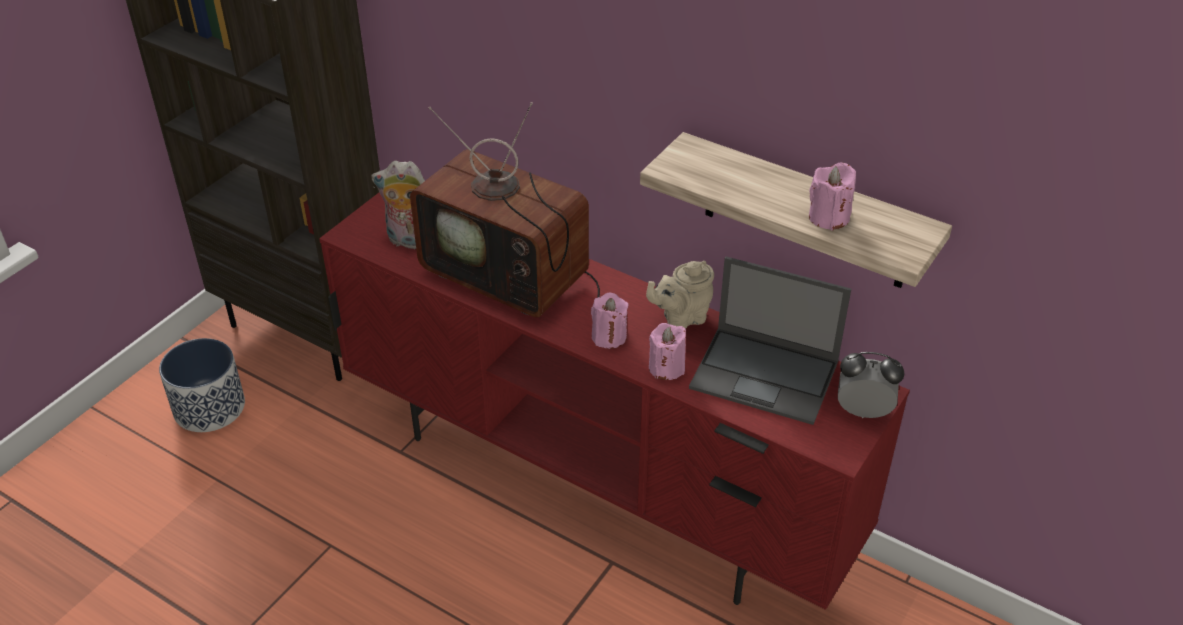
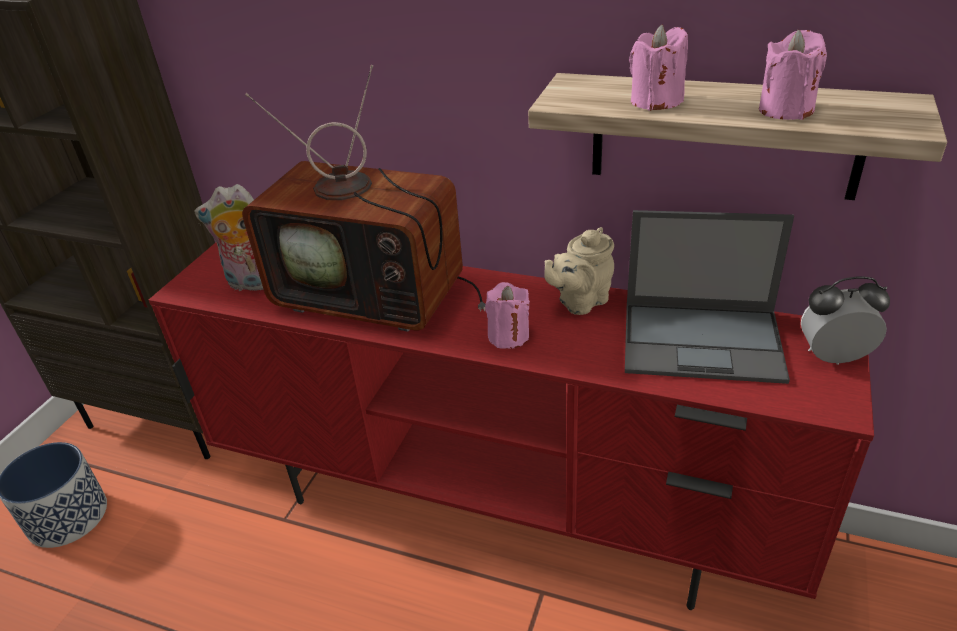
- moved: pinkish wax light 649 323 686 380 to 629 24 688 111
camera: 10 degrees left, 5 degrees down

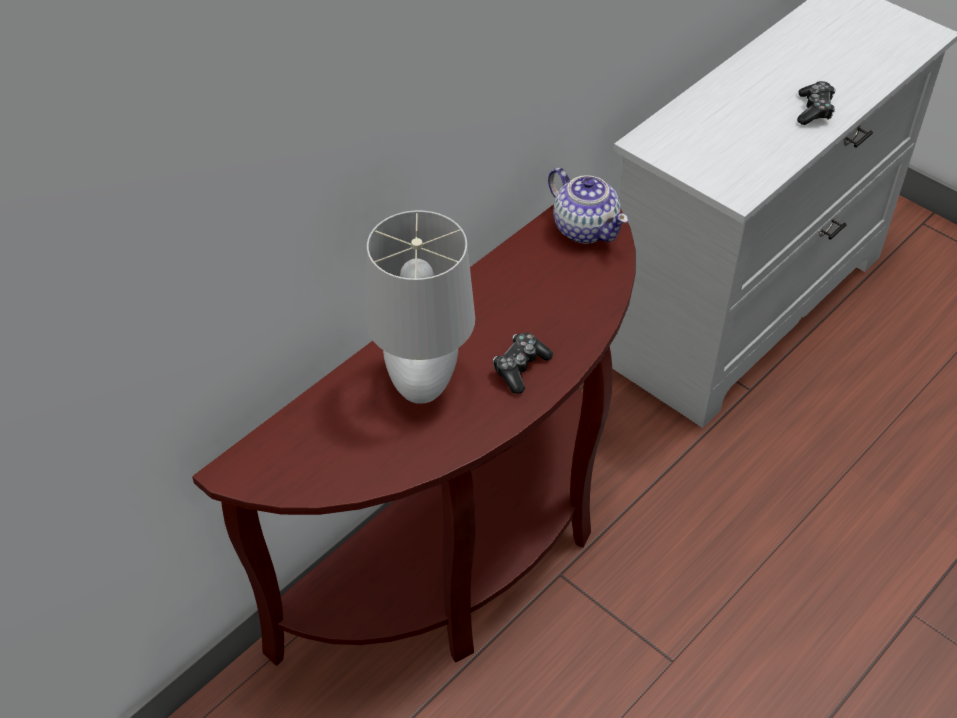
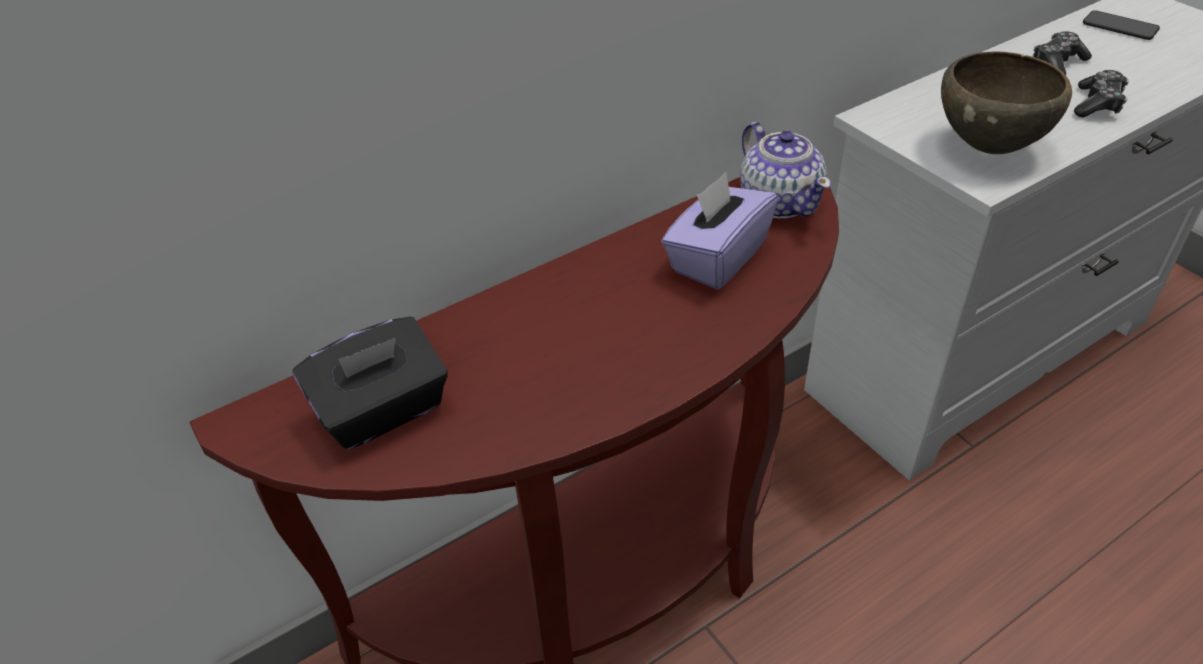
- added: black-coloured box of tissues 292 317 448 449
- added: purplish box of tissues 661 172 778 290
- added: brown-coloured deep dish 941 51 1072 154
- moved: joypad 493 333 553 394 to 1033 31 1092 75
- added: handset 1083 10 1160 40
- removed: gray lamp for a table 366 210 475 404
camera: 15 degrees right, 5 degrees down

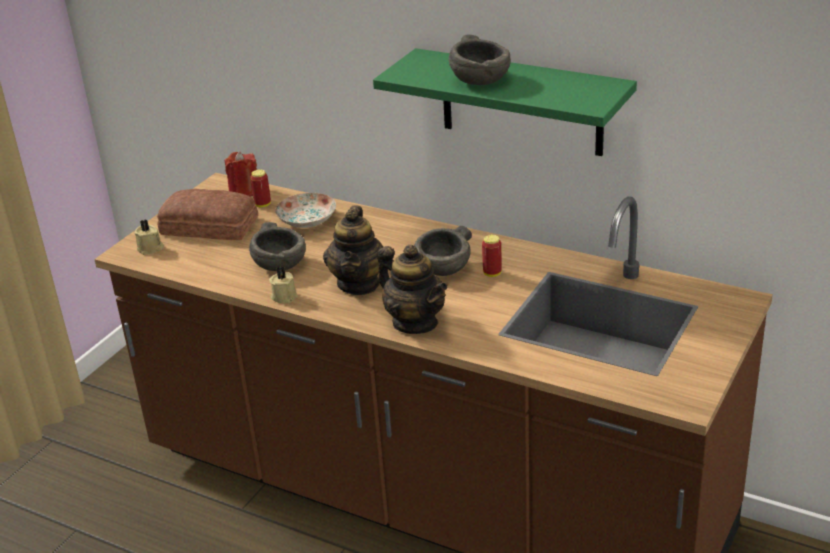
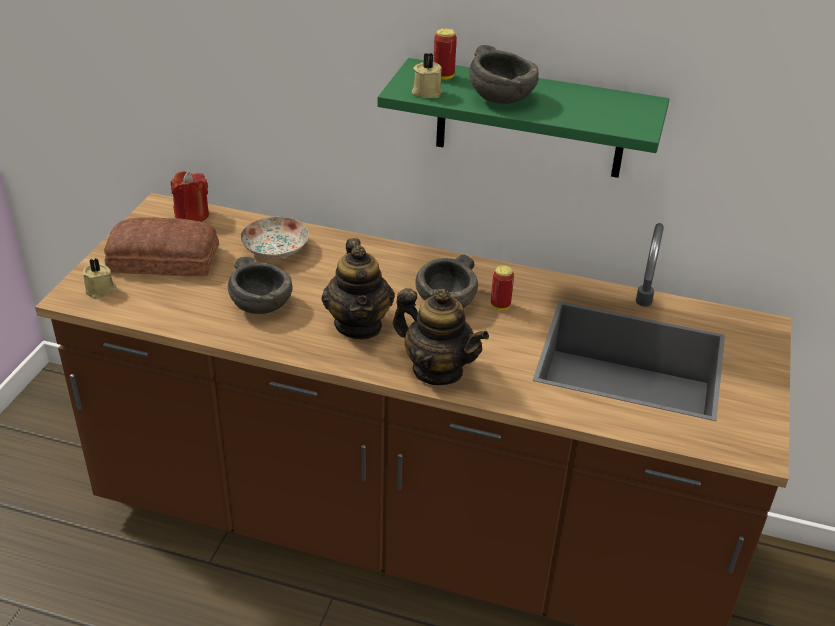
- moved: beige wax light 269 266 298 303 to 412 53 442 98
- moved: sealed can 250 169 271 207 to 433 28 457 80
camera: 15 degrees left, 5 degrees up

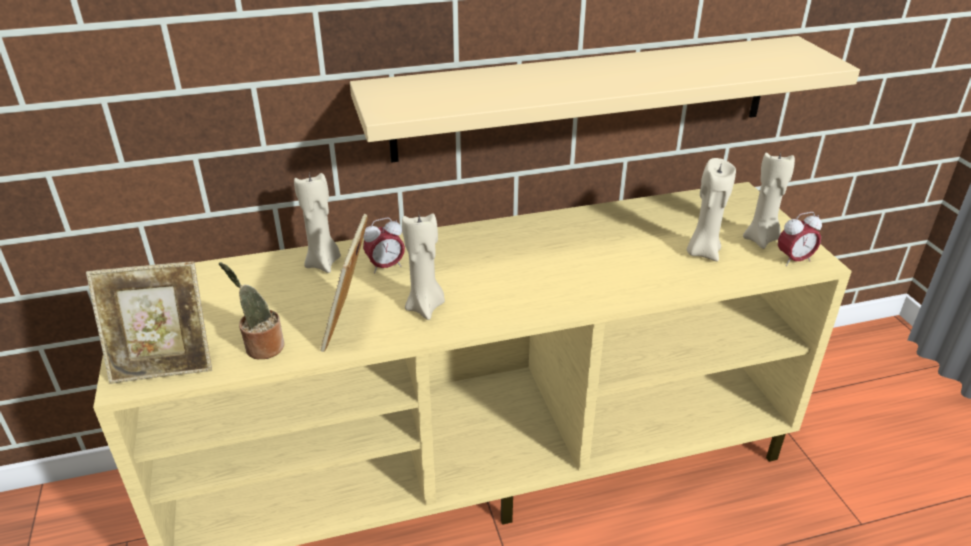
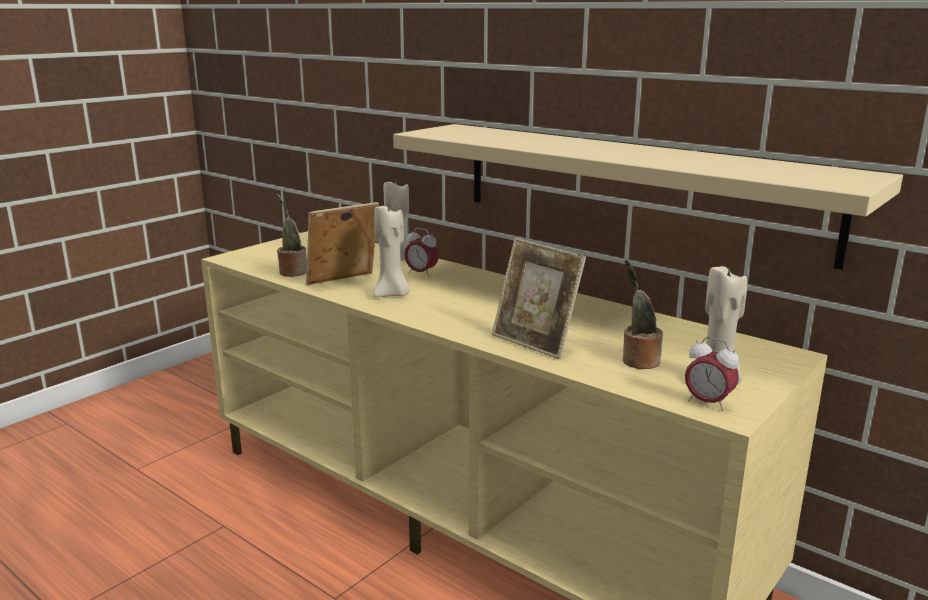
- moved: photo frame 86 261 212 384 to 492 237 586 359
- replaced: beige wax light 687 158 736 261 to plant in a pot 623 259 663 369
camera: 55 degrees right, 15 degrees down

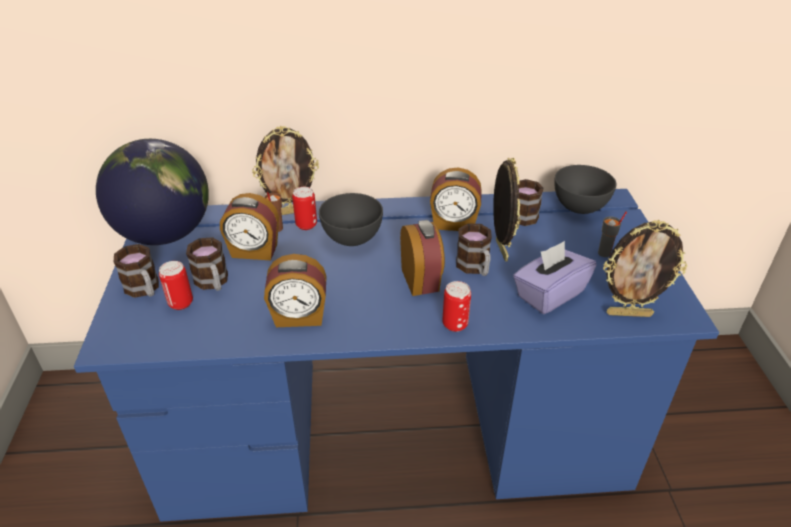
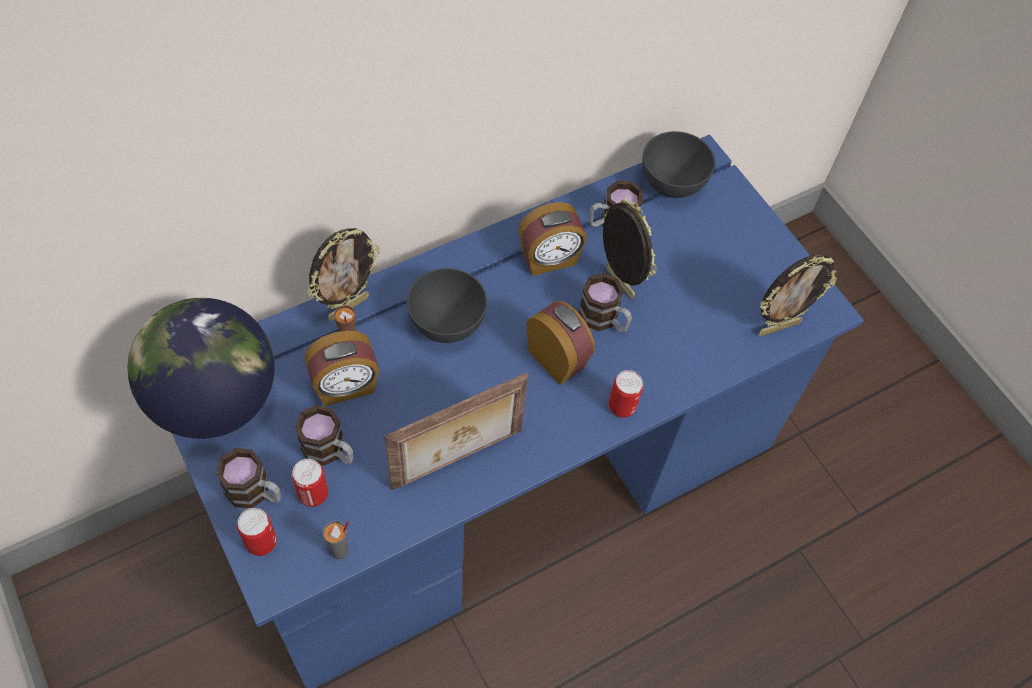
- moved: sealed can 292 187 317 230 to 237 508 277 556
- moved: gray cup 598 211 627 257 to 323 521 349 560
- replaced: table clock 264 254 327 327 to photo frame 384 372 528 490
- removed: purplish box of tissues 513 241 597 314
camera: 30 degrees left, 20 degrees up

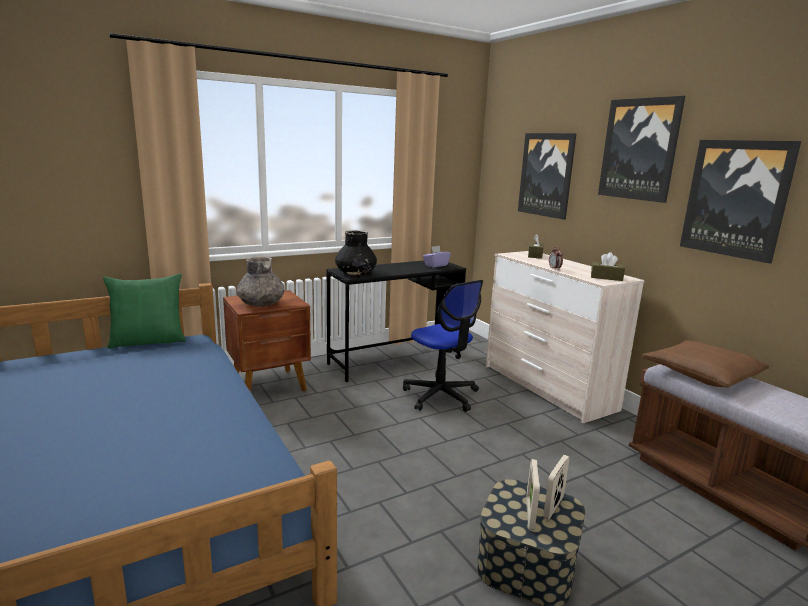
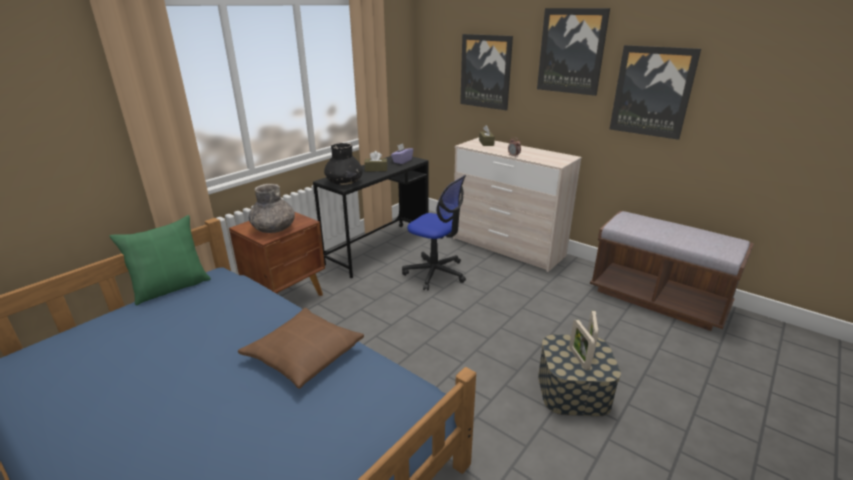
- moved: brown-coloured pillow 642 340 769 388 to 238 308 364 389
- moved: brown-coloured box of tissues 591 252 625 281 to 364 151 388 172
camera: 20 degrees left, 10 degrees up

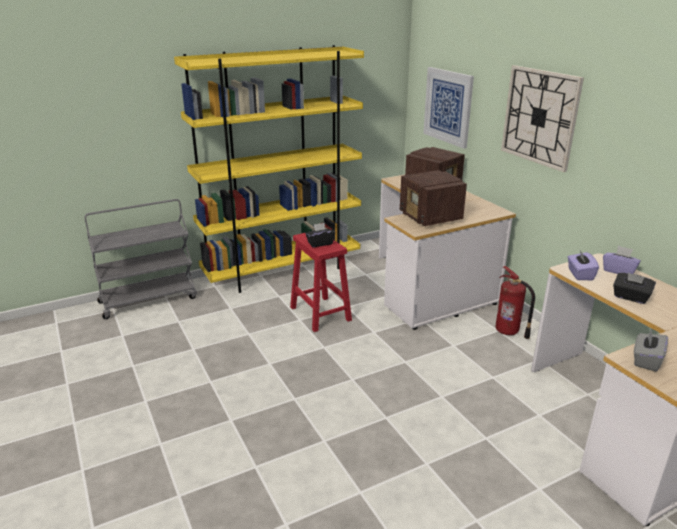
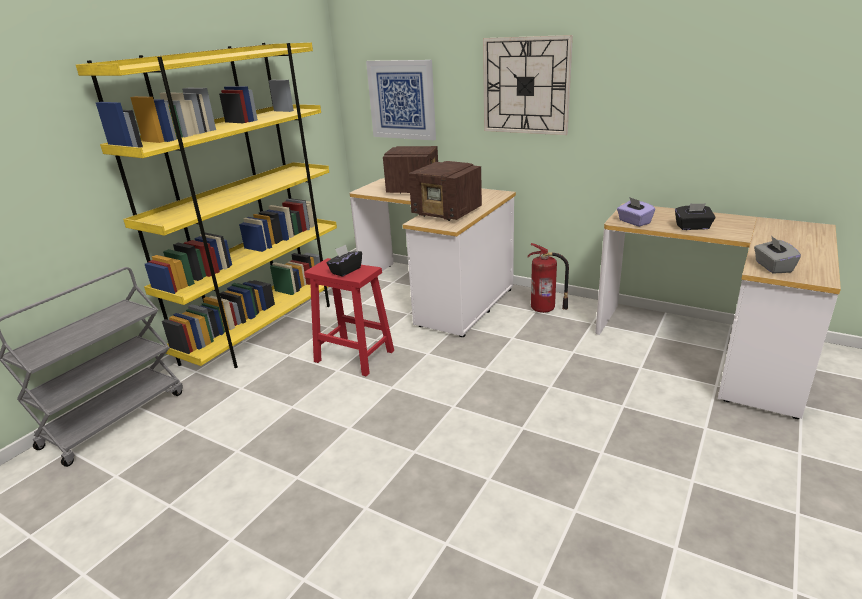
- removed: purplish box of tissues 603 246 641 274
camera: 30 degrees left, 0 degrees up

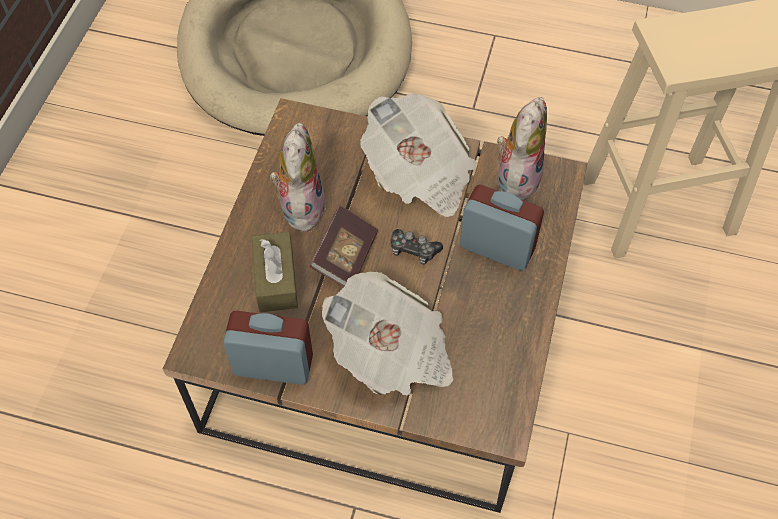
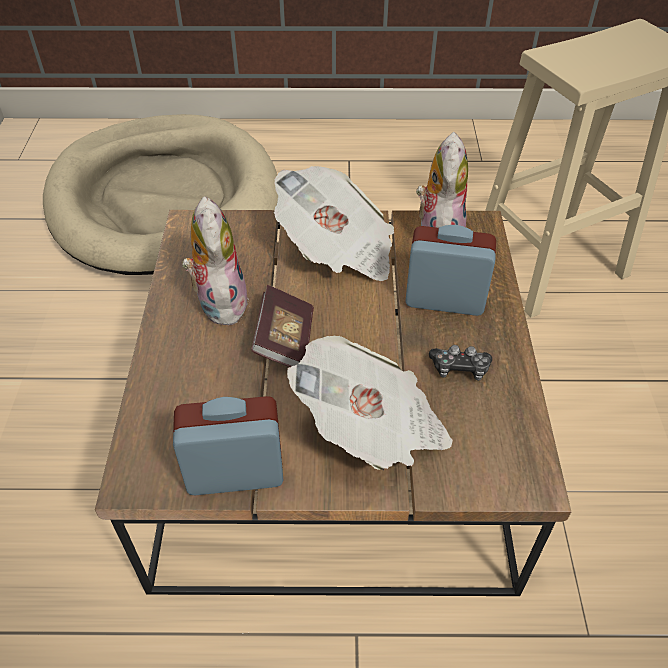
- moved: joypad 391 229 443 265 to 429 345 492 381
- removed: brown-coloured box of tissues 252 232 298 312
camera: 15 degrees left, 10 degrees down

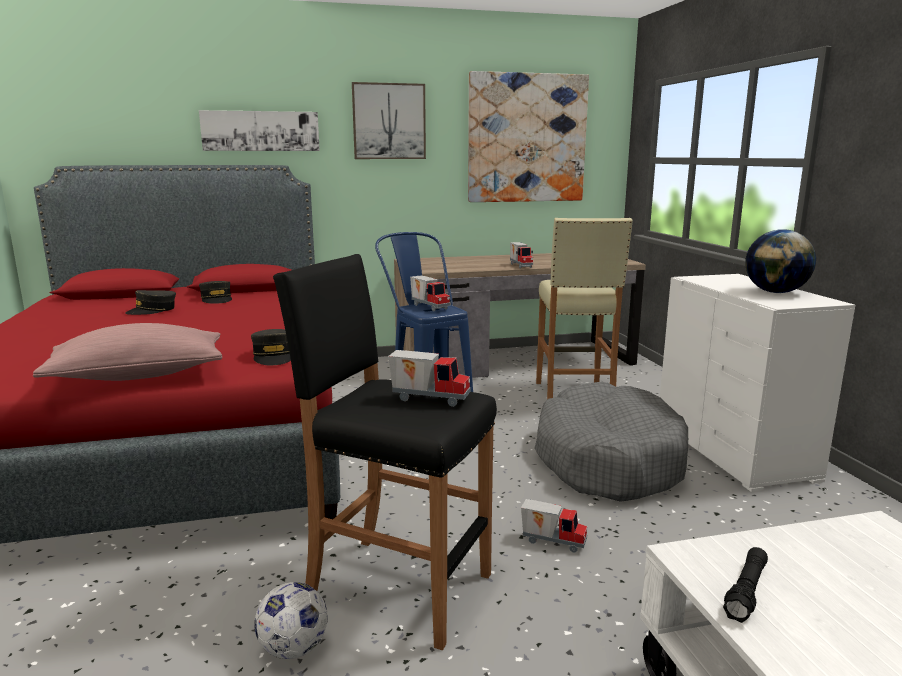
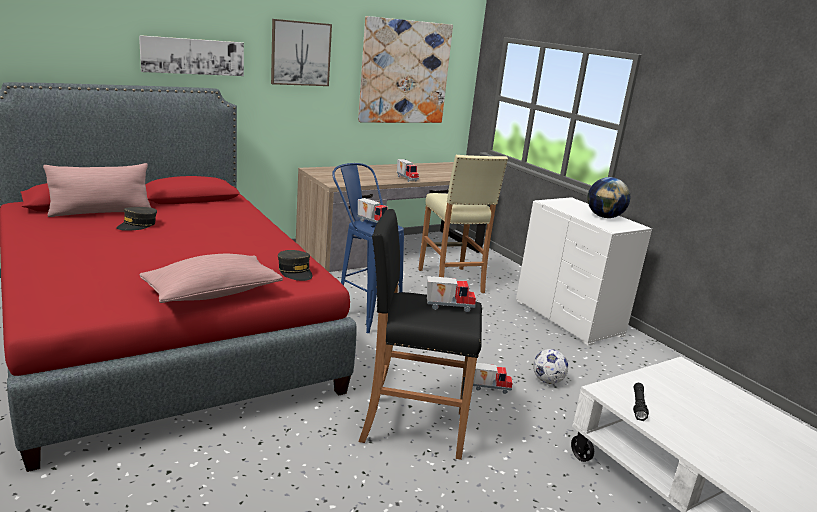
- added: pinkish pillow 43 163 151 217
- moved: football ball 254 582 328 659 to 533 349 568 384
- removed: gray cap 199 281 232 304
- removed: gray dog cushion 534 382 688 502
camera: 20 degrees left, 5 degrees up

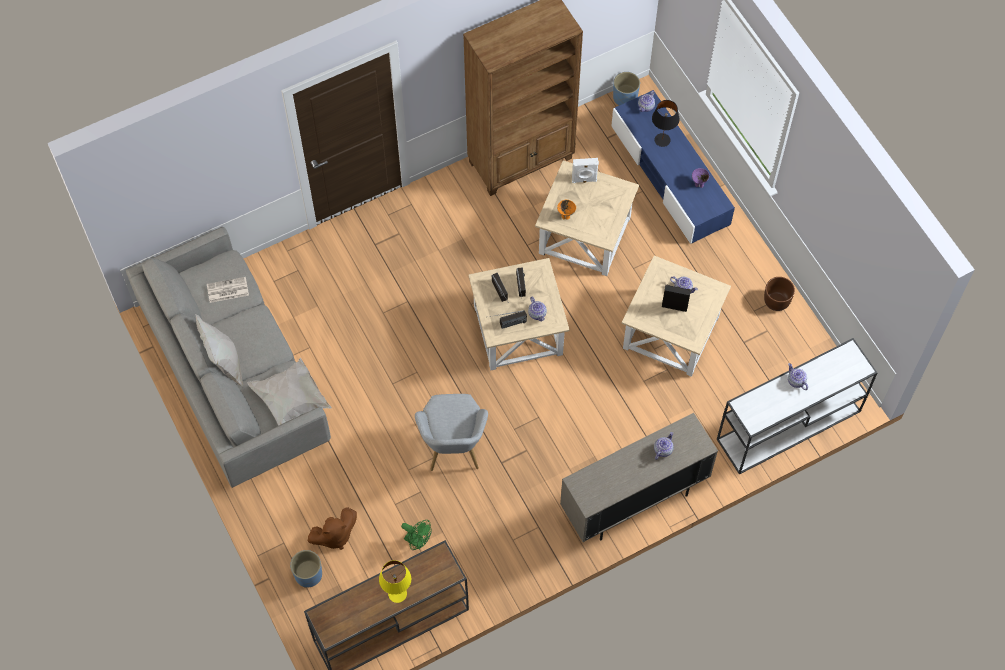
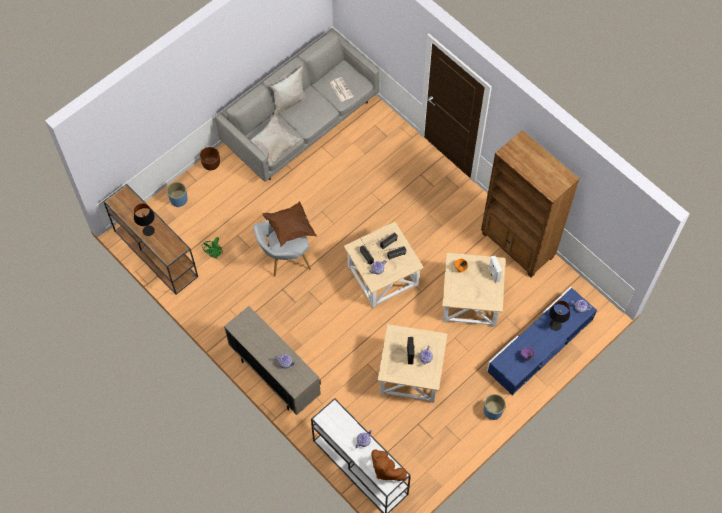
- recoloured: yellow lamp for a table 379 560 411 603 to black-coloured lamp for a table 134 204 155 236
- moved: brown-coloured flower pot 764 277 795 311 to 200 147 220 170
- added: brown-coloured pillow 262 201 317 247
- moved: brown-coloured plush toy 308 507 357 550 to 371 449 407 481
- moved: blue-coloured flower pot 613 72 640 105 to 484 394 506 420
camera: 75 degrees right, 0 degrees up

